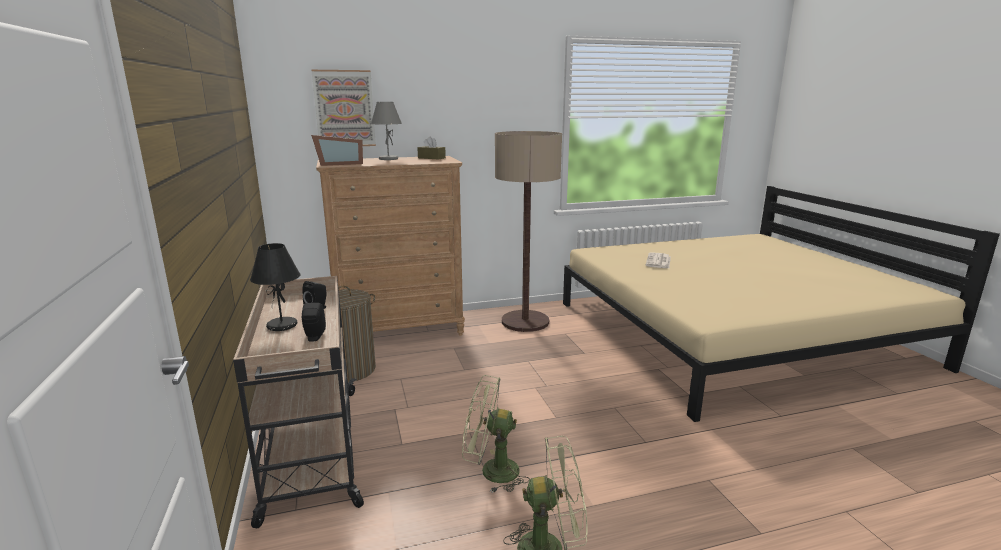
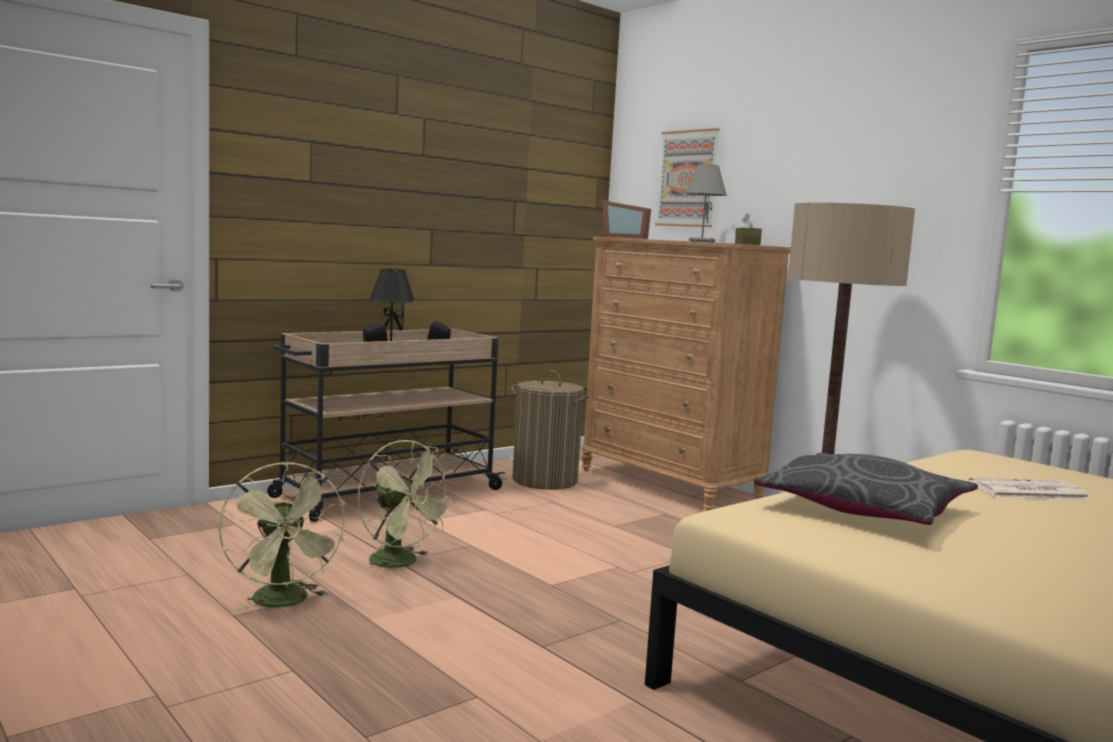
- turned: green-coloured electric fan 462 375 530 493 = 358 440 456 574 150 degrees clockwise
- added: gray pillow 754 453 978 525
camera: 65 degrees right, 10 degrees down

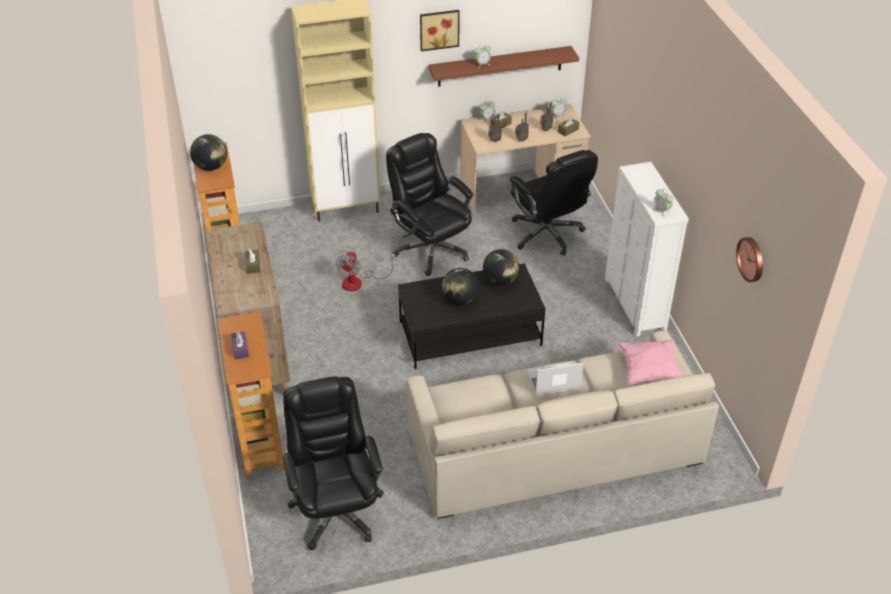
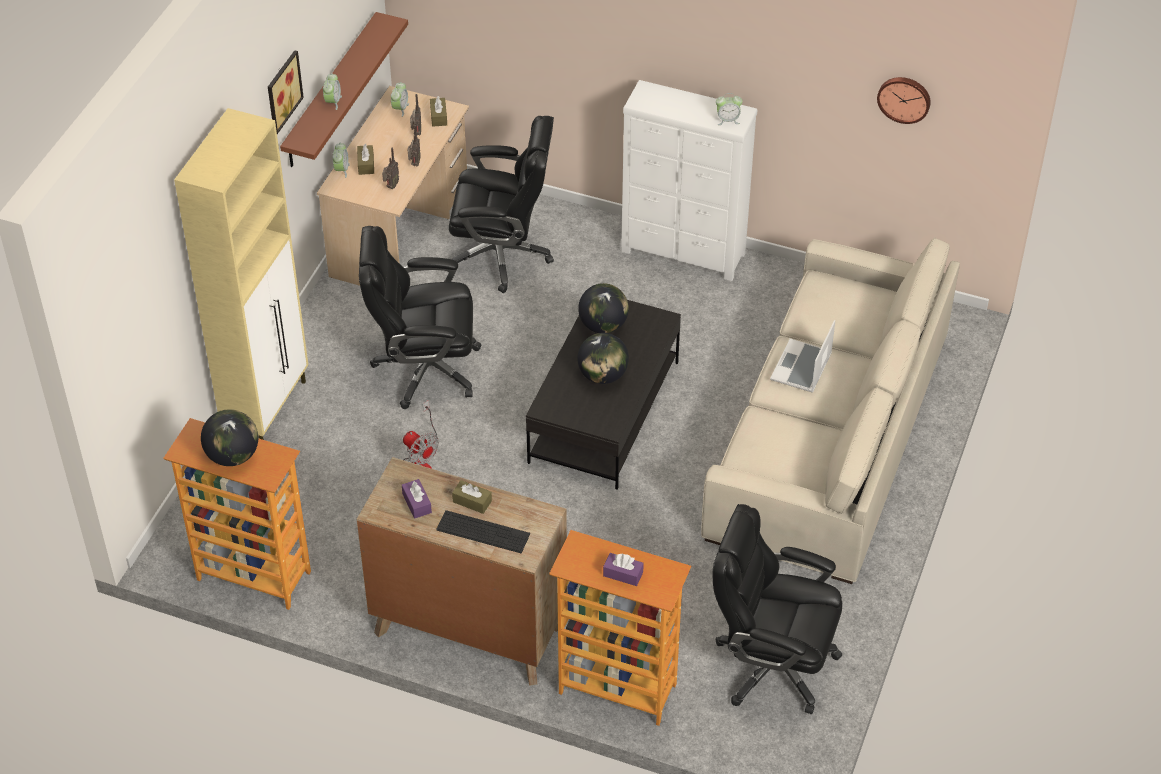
- added: purplish box of tissues 402 479 432 519
- added: computer keyboard 436 510 530 553
- removed: pinkish pillow 616 340 683 386
camera: 55 degrees left, 5 degrees up

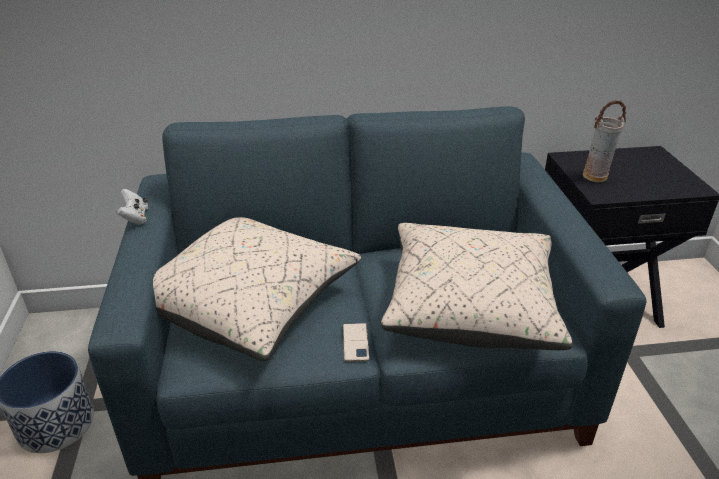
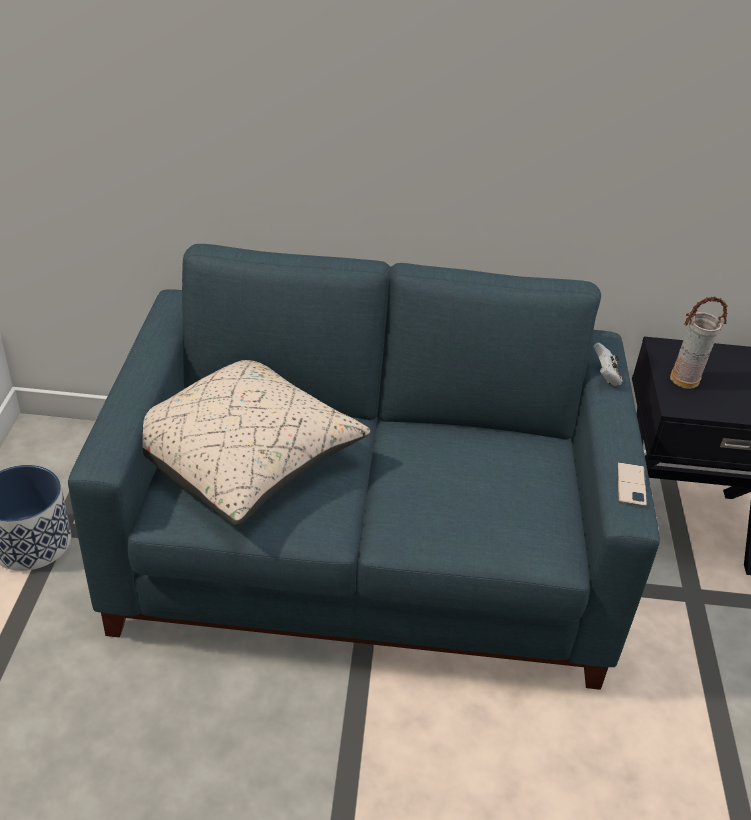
- moved: whitish joypad 117 189 148 225 to 593 342 622 386
- moved: handset 343 323 370 361 to 618 462 647 507
- removed: beige pillow 381 223 573 350
camera: 10 degrees right, 5 degrees up

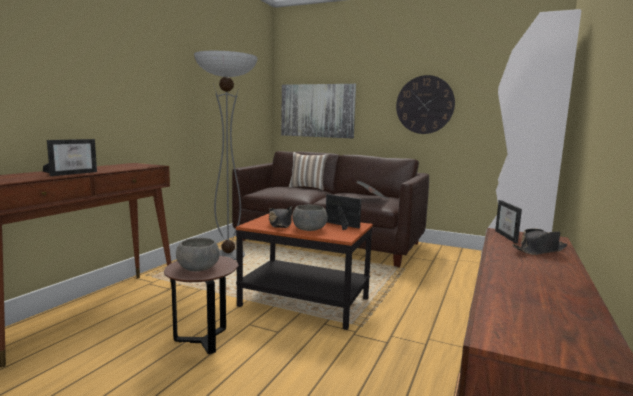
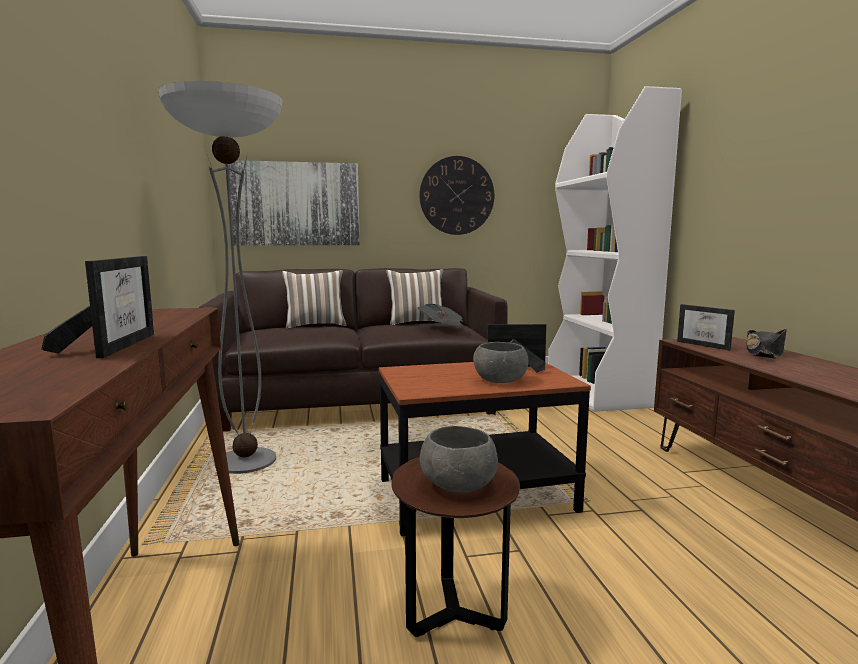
- added: pillow 386 269 443 325
- removed: black-coloured hat 269 206 292 228
camera: 35 degrees left, 0 degrees up

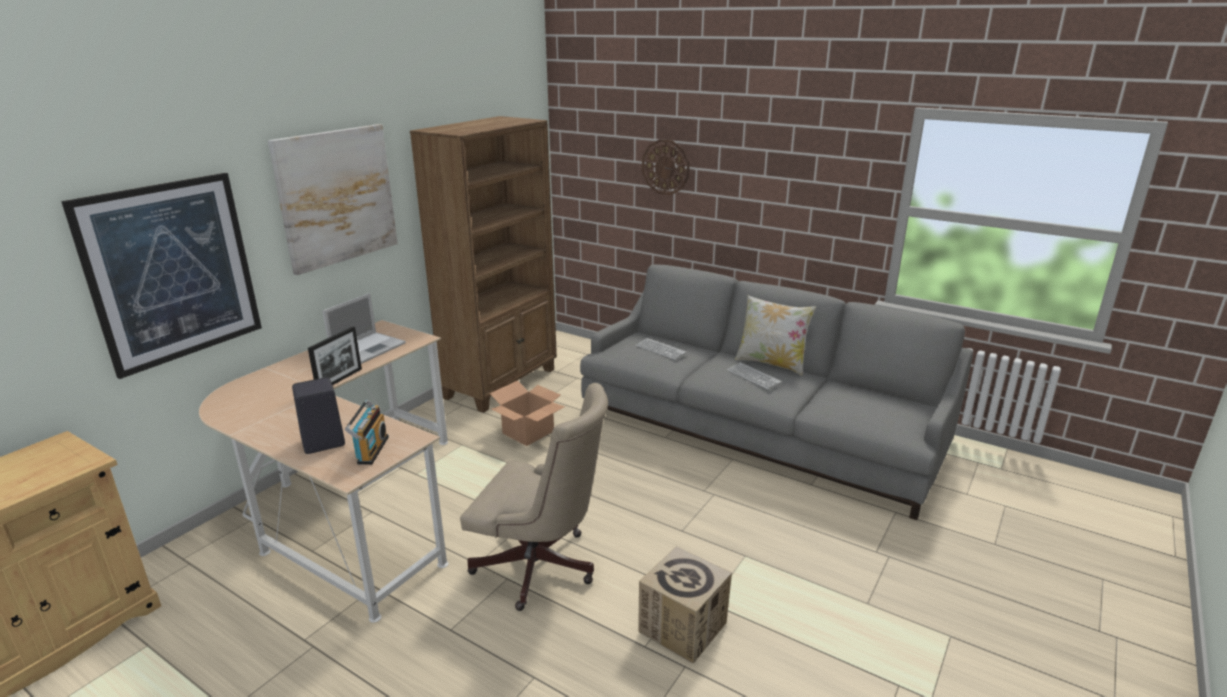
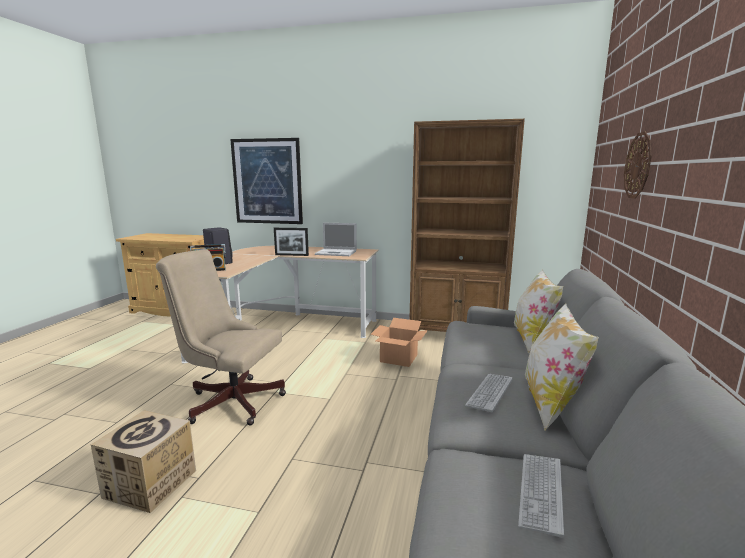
- turned: beige computer chair 460 383 608 611 = 156 249 286 425 105 degrees clockwise
- added: pillow 514 269 563 353
- moved: computer keyboard 636 338 686 360 to 518 454 564 538
- removed: picture 268 124 398 275
camera: 70 degrees right, 10 degrees down

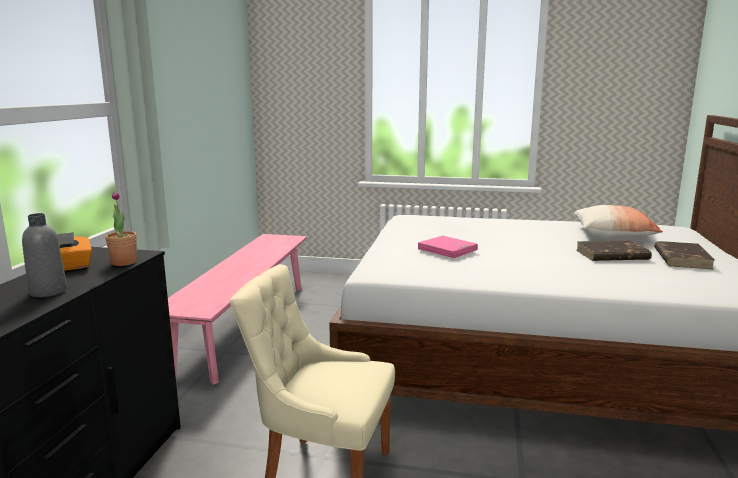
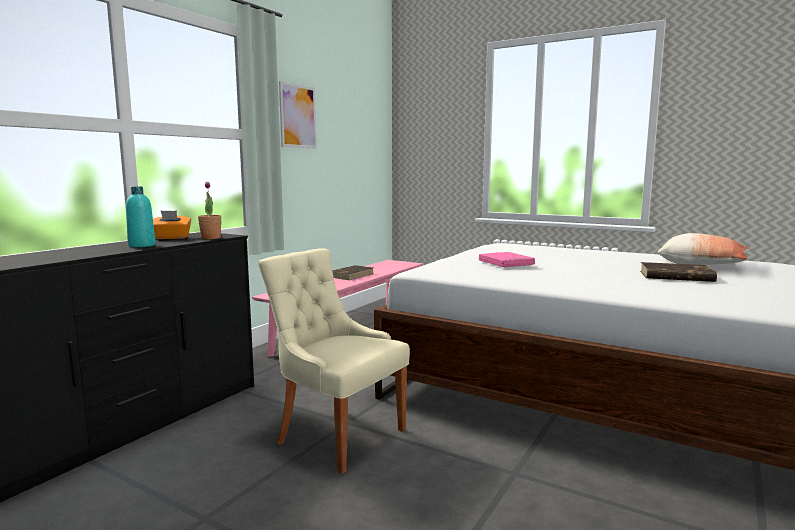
- recoloured: gray beverage bottle 22 213 67 297 to turquoise-coloured beverage bottle 126 187 156 247
- added: picture 279 81 317 149
- moved: brown-coloured volume 654 241 715 270 to 332 265 374 280
camera: 20 degrees right, 5 degrees down

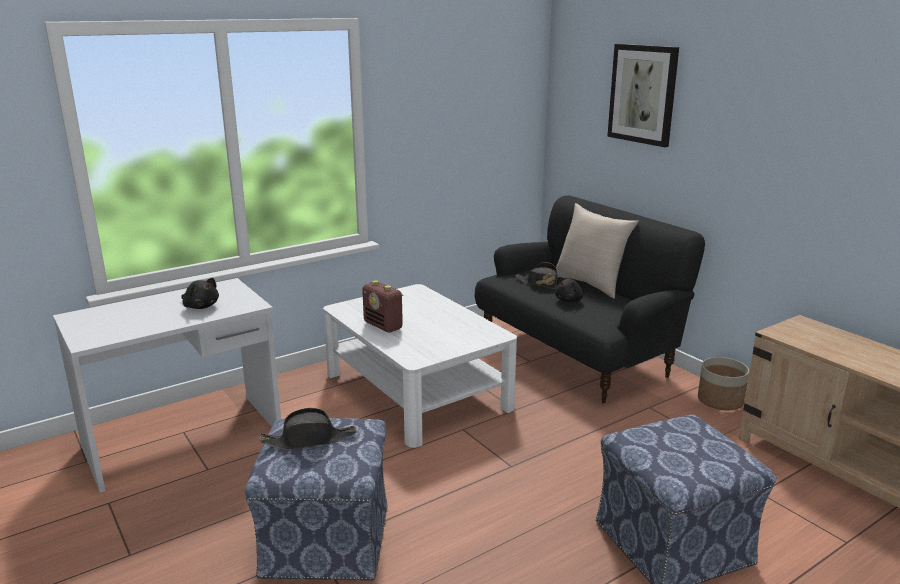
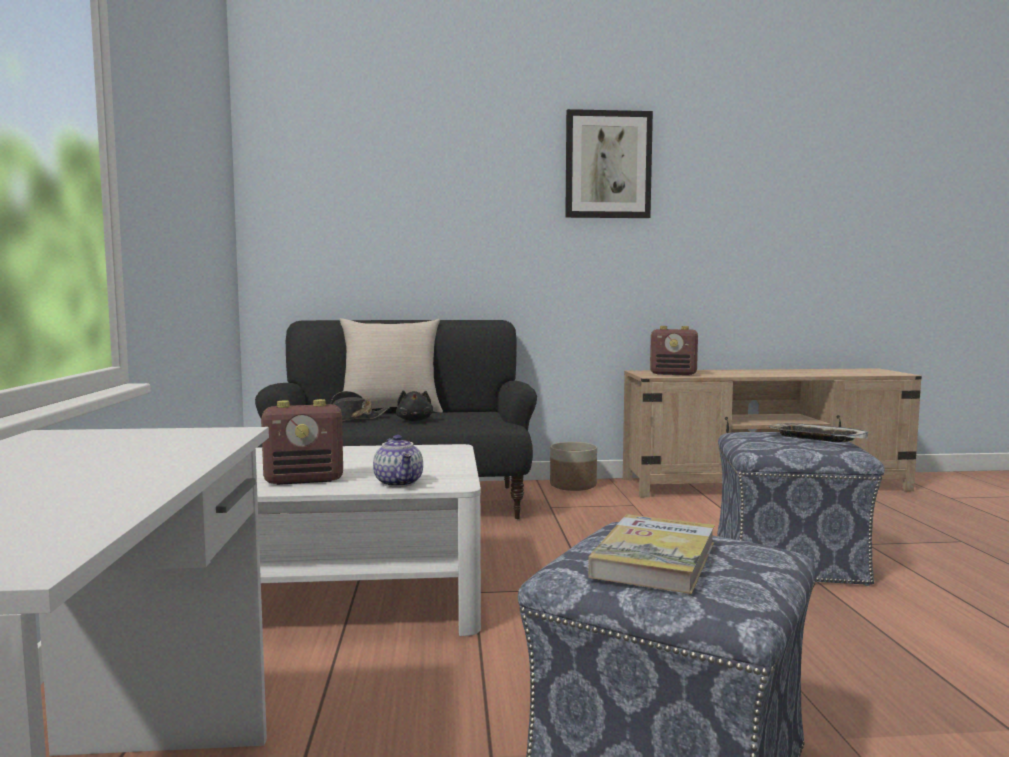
- added: tea pot 373 435 423 487
- moved: picture 607 44 679 147 to 565 109 653 218
- replaced: black-coloured hat 259 408 356 450 to volume 588 514 715 594
- added: radio set 650 326 698 375
- added: carrying tray 768 423 868 442
- removed: black-coloured plush toy 181 278 219 309
camera: 60 degrees left, 15 degrees down

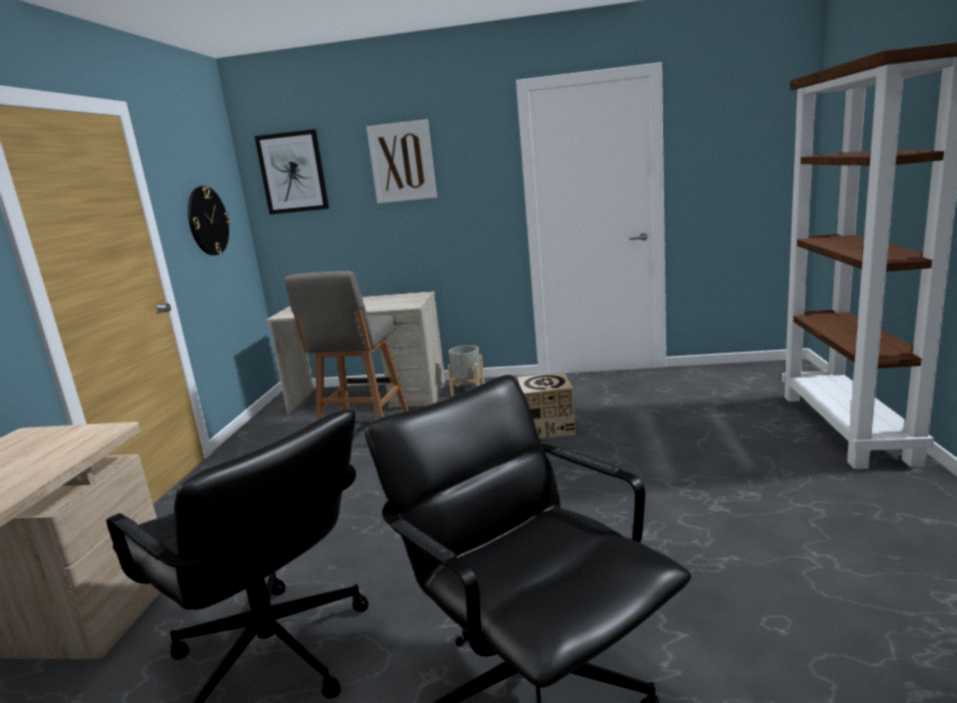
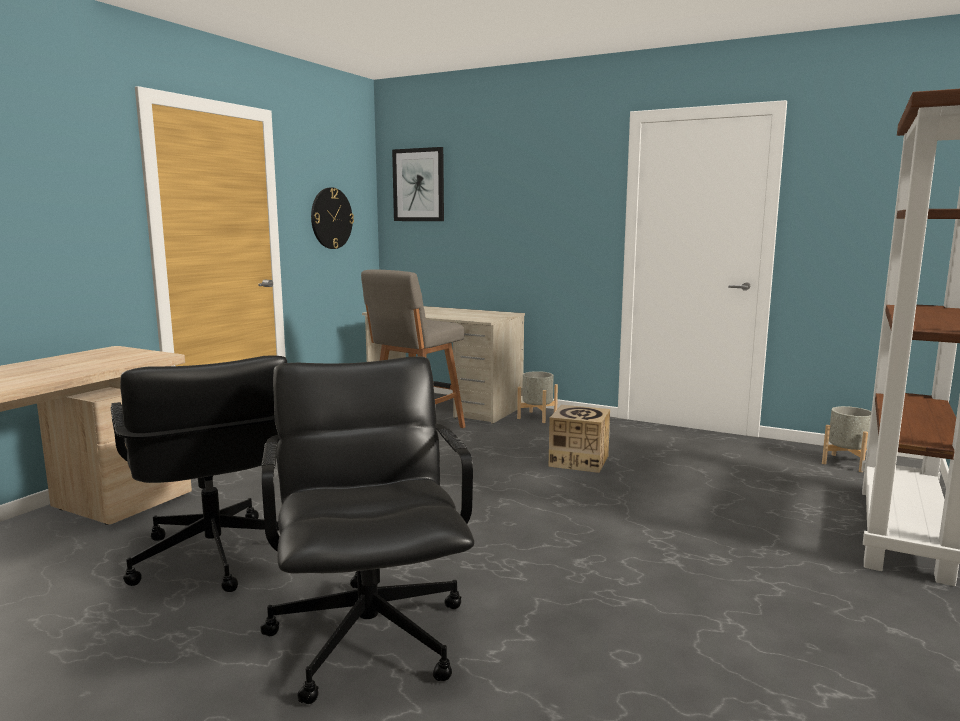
- added: gray flower pot 822 406 871 472
- removed: picture 366 119 437 204
camera: 20 degrees right, 5 degrees down

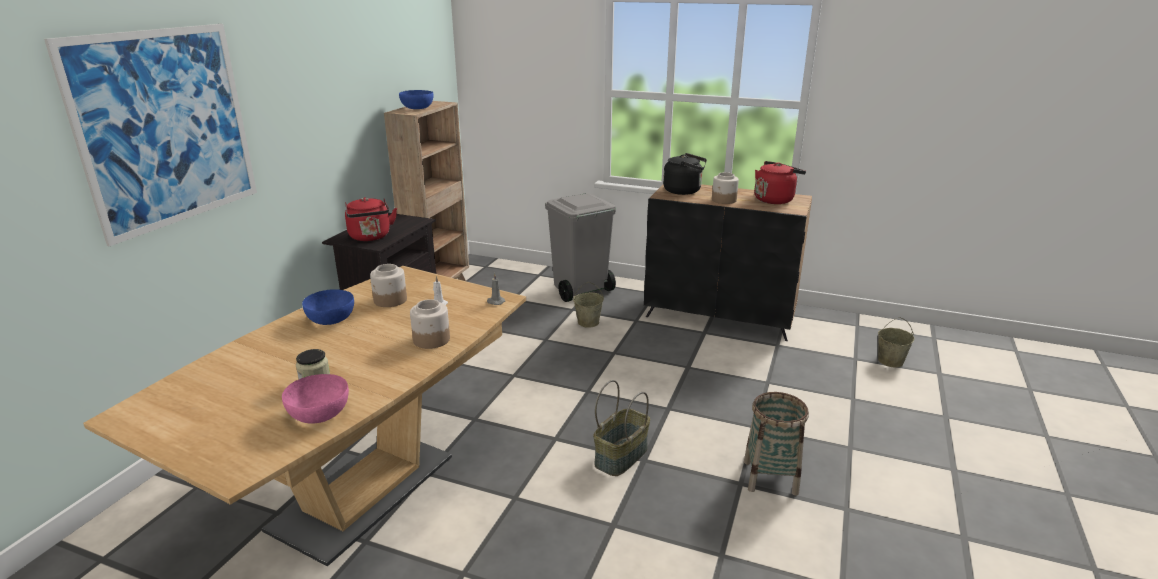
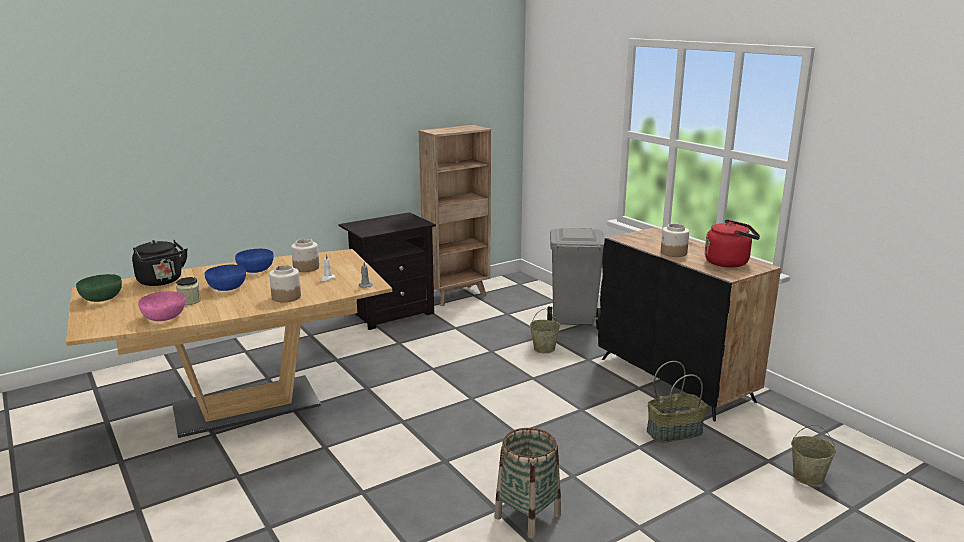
- added: green-coloured deep dish 76 274 122 302
- moved: black-coloured tea kettle 663 153 707 195 to 132 240 188 286
- moved: blue-coloured deep dish 399 90 433 109 to 205 265 246 291
- moved: basket 593 380 650 476 to 647 361 707 443
- removed: picture 44 24 257 246
- removed: red-coloured tea kettle 345 197 397 241
camera: 35 degrees right, 5 degrees down

